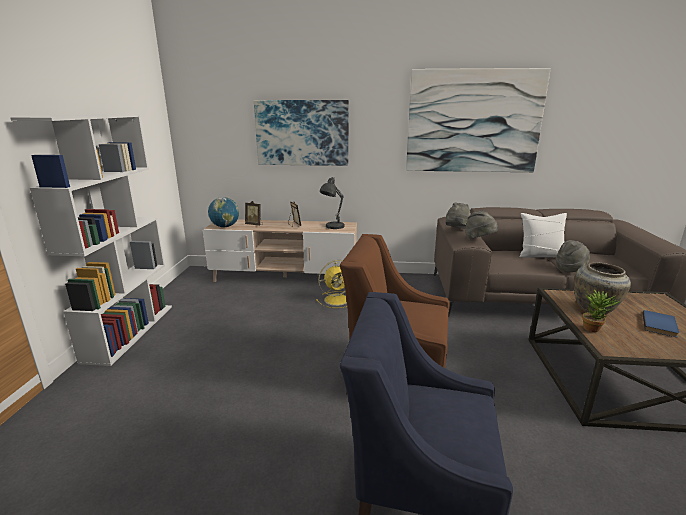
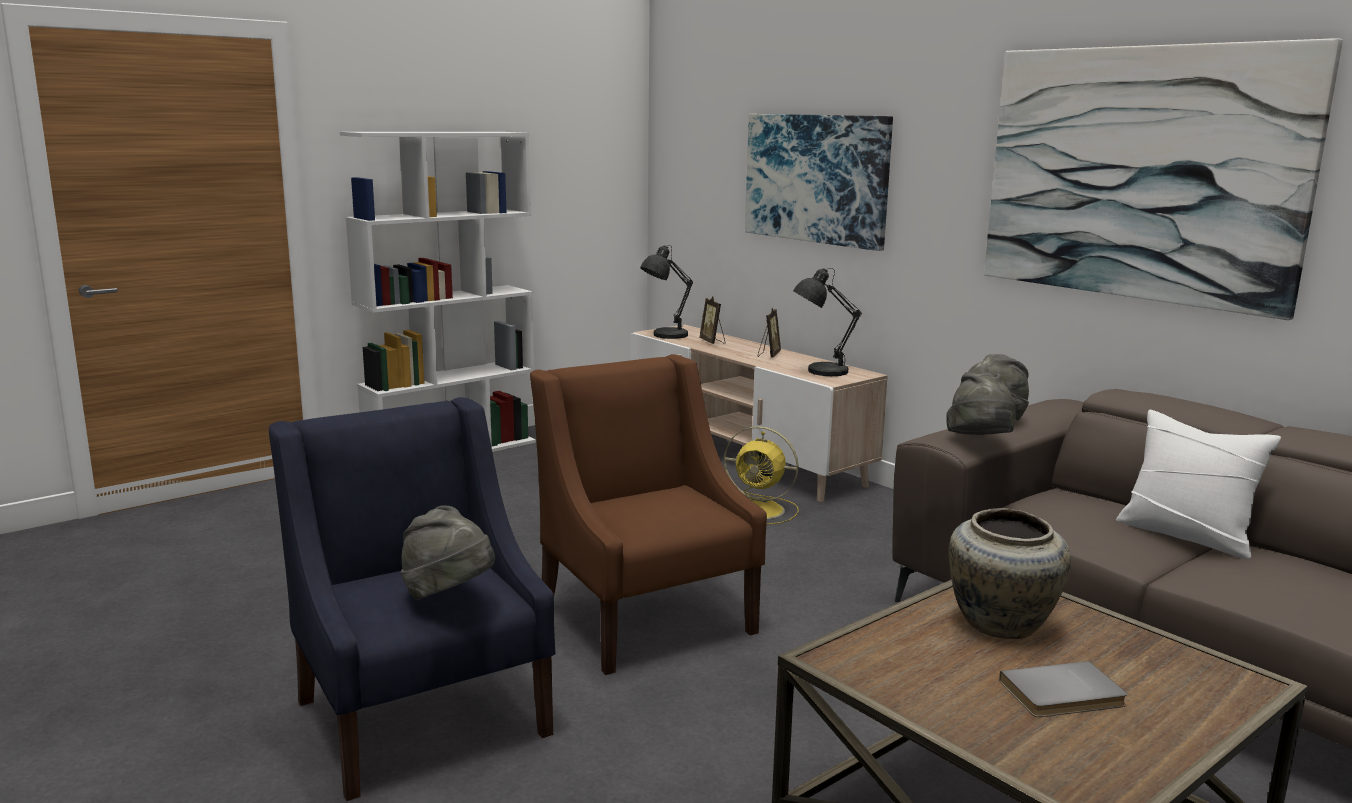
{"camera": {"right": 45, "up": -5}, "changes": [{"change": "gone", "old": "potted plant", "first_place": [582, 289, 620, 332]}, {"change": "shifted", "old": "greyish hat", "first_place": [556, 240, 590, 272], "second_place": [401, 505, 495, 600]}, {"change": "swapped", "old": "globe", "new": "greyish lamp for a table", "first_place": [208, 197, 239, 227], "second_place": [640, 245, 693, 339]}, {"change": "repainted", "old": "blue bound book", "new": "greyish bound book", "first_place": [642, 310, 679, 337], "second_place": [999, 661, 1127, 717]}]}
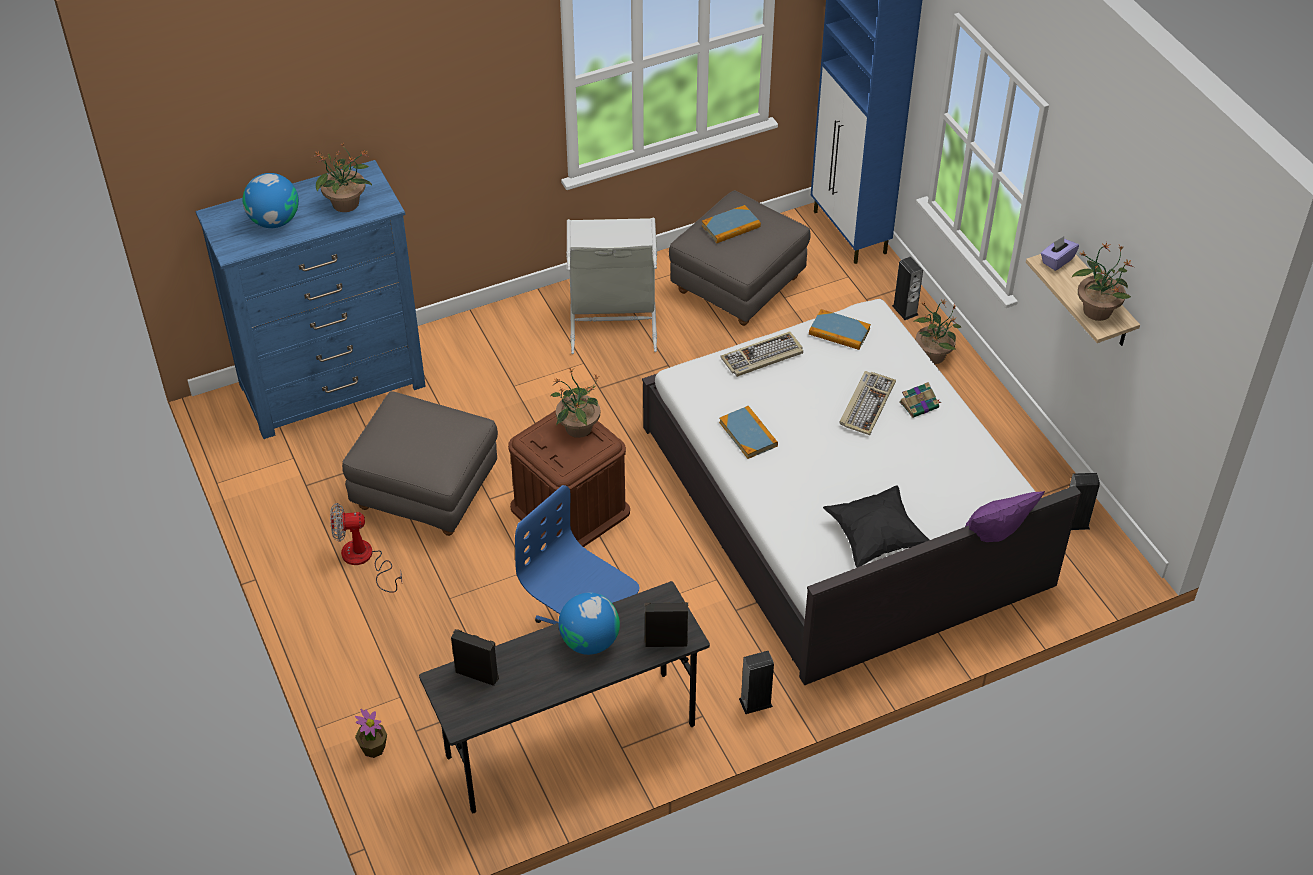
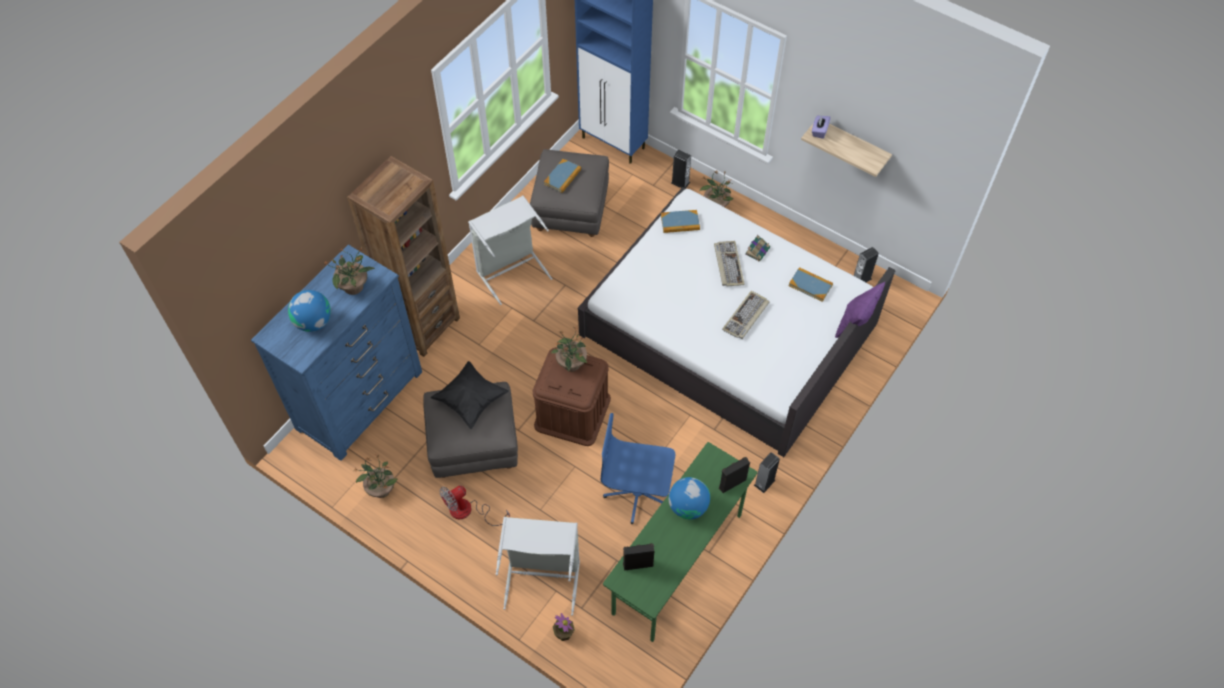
{"camera": {"right": -30, "up": 10}, "changes": [{"change": "new", "new": "brown-coloured bookcase", "second_place": [347, 156, 460, 357]}, {"change": "new", "new": "greyish laundry basket", "second_place": [496, 517, 580, 616]}, {"change": "shifted", "old": "bound book", "first_place": [719, 406, 778, 459], "second_place": [789, 267, 833, 302]}, {"change": "shifted", "old": "PC keyboard", "first_place": [720, 332, 803, 377], "second_place": [722, 291, 770, 339]}, {"change": "shifted", "old": "black-coloured cushion", "first_place": [823, 485, 929, 568], "second_place": [431, 361, 509, 429]}, {"change": "shifted", "old": "potted plant", "first_place": [1071, 242, 1133, 321], "second_place": [353, 455, 397, 498]}, {"change": "repainted", "old": "greyish desk", "new": "greenish desk", "first_place": [419, 581, 710, 813], "second_place": [603, 442, 757, 642]}]}
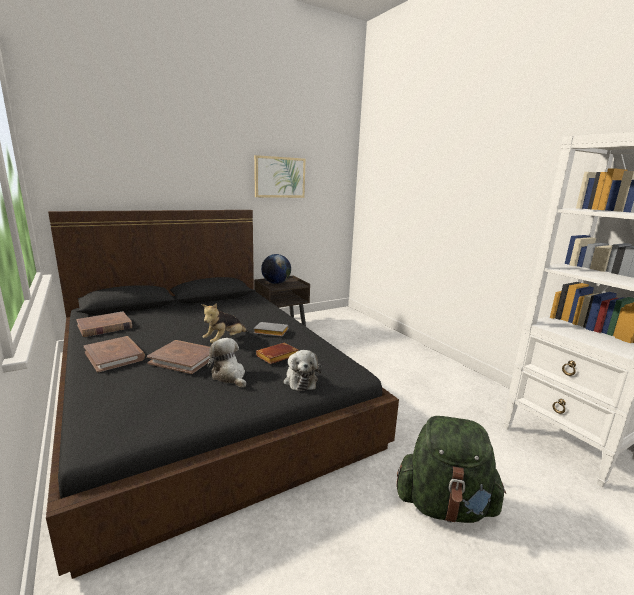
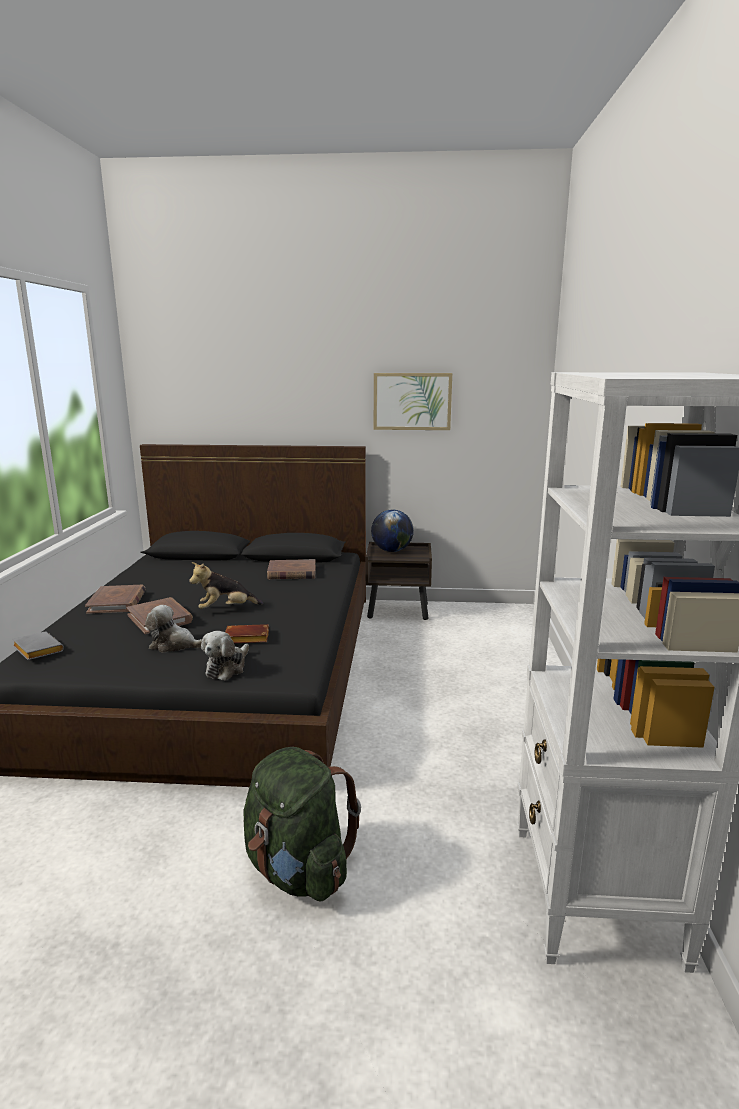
{"camera": {"right": 35, "up": 0}, "changes": [{"change": "shifted", "old": "brown-coloured bound book", "first_place": [76, 312, 132, 337], "second_place": [267, 559, 316, 580]}, {"change": "shifted", "old": "greyish bound book", "first_place": [254, 322, 289, 337], "second_place": [12, 631, 64, 660]}, {"change": "rotated", "old": "plush toy", "first_place": [208, 338, 246, 388], "second_place": [145, 605, 202, 653], "degrees": -75}]}
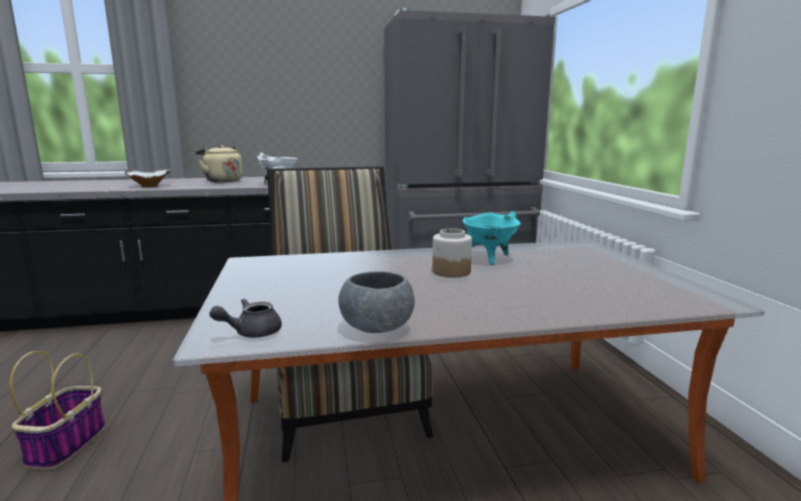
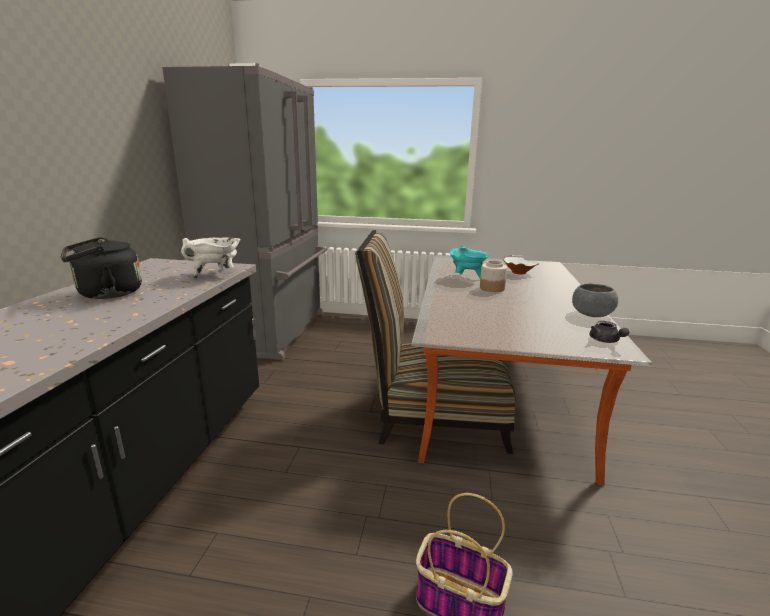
{"camera": {"right": -70, "up": 5}, "changes": [{"change": "shifted", "old": "white-coloured serving bowl", "first_place": [125, 169, 170, 187], "second_place": [503, 255, 538, 275]}, {"change": "repainted", "old": "sand-coloured water kettle", "new": "black-coloured water kettle", "first_place": [196, 145, 243, 182], "second_place": [61, 237, 142, 299]}]}
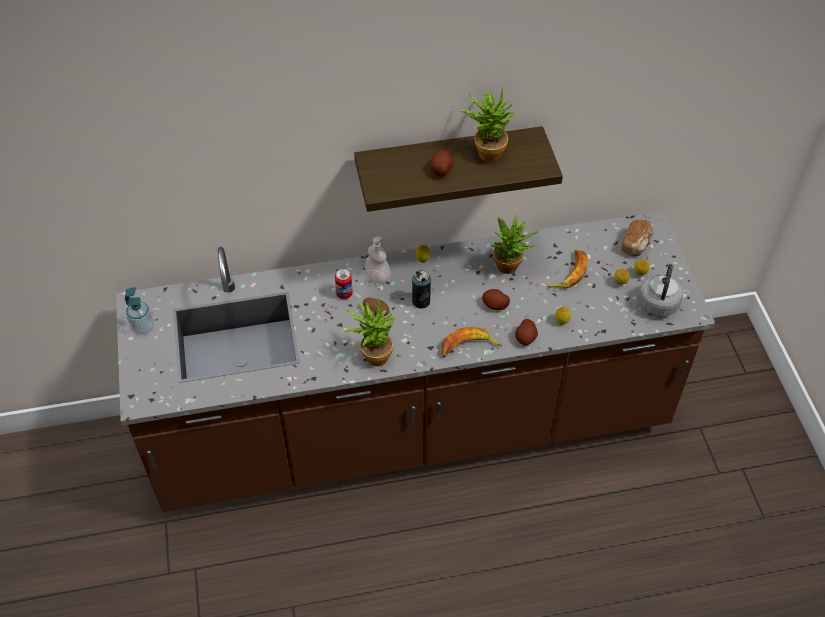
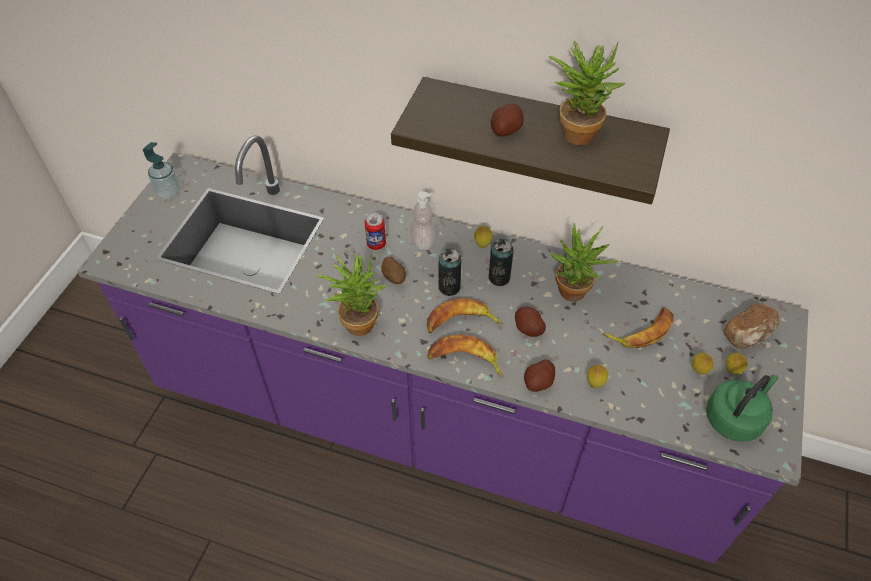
{"camera": {"right": 30, "up": 0}, "changes": [{"change": "new", "new": "whole banana", "second_place": [427, 298, 503, 333]}, {"change": "new", "new": "metal can", "second_place": [489, 239, 514, 286]}, {"change": "repainted", "old": "brown-coloured counter", "new": "purplish counter", "first_place": [116, 211, 716, 512], "second_place": [77, 135, 808, 563]}, {"change": "repainted", "old": "greyish water kettle", "new": "greenish water kettle", "first_place": [638, 263, 683, 317], "second_place": [706, 375, 778, 442]}]}
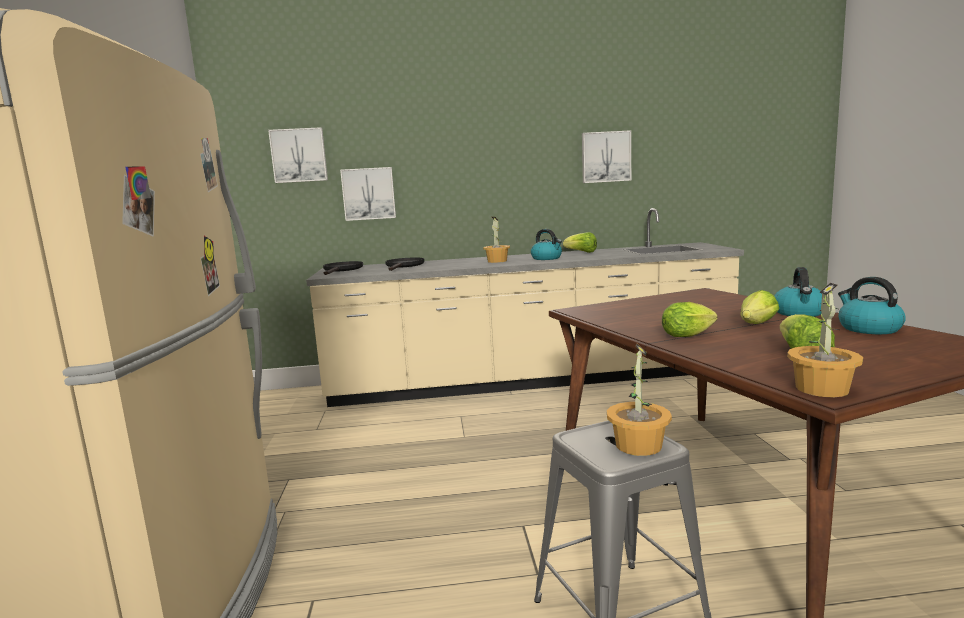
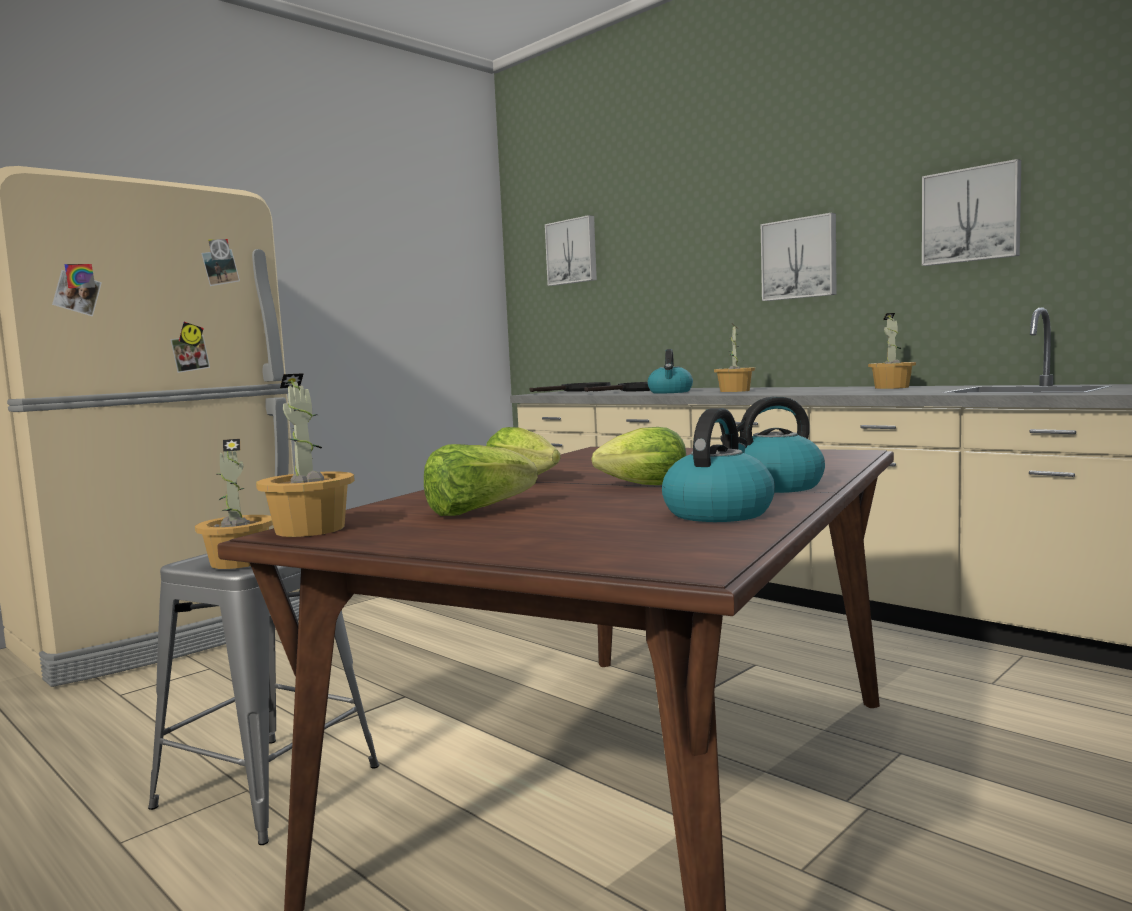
{"camera": {"right": 50, "up": -5}, "changes": [{"change": "shifted", "old": "wall picture", "first_place": [340, 167, 396, 221], "second_place": [761, 213, 837, 301]}, {"change": "shifted", "old": "water kettle", "first_place": [531, 229, 562, 260], "second_place": [647, 349, 693, 394]}, {"change": "swapped", "old": "head of lettuce", "new": "potted plant", "first_place": [563, 232, 597, 253], "second_place": [868, 313, 916, 389]}]}
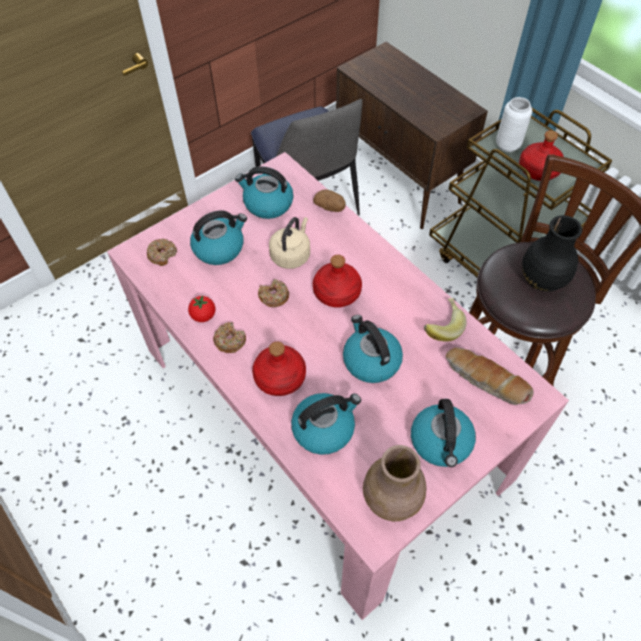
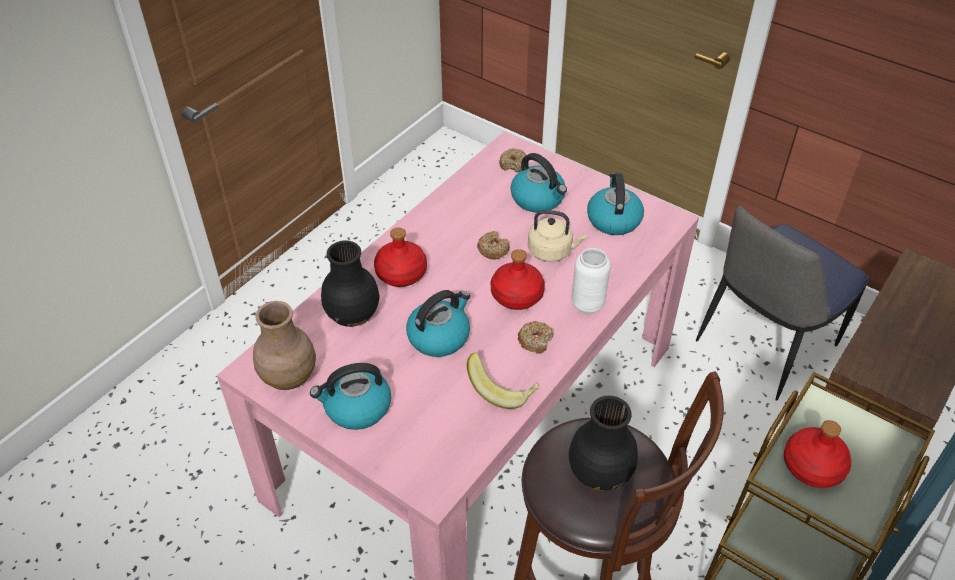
{"camera": {"right": 75, "up": -10}, "changes": [{"change": "gone", "old": "whole tomato", "first_place": [188, 295, 216, 322]}, {"change": "gone", "old": "potato", "first_place": [313, 189, 346, 212]}, {"change": "gone", "old": "baked bread", "first_place": [446, 347, 534, 405]}, {"change": "shifted", "old": "doughnut", "first_place": [213, 322, 246, 353], "second_place": [518, 321, 554, 354]}, {"change": "shifted", "old": "white-coloured vase", "first_place": [496, 97, 532, 152], "second_place": [571, 248, 611, 314]}, {"change": "swapped", "old": "water kettle", "new": "black-coloured vase", "first_place": [291, 393, 361, 455], "second_place": [321, 241, 379, 327]}]}
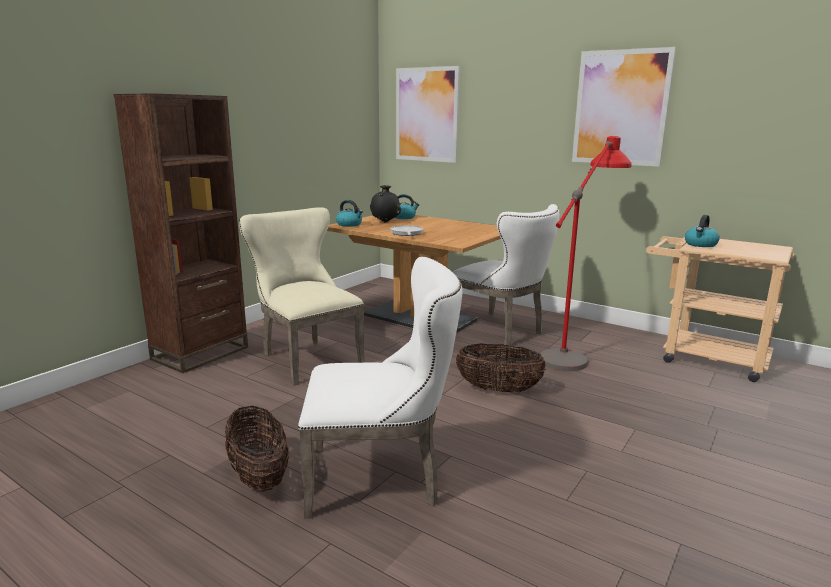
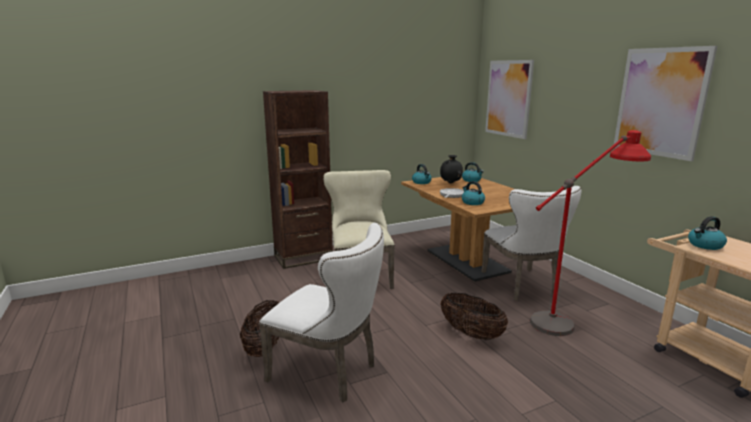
{"camera": {"right": 30, "up": 0}, "changes": [{"change": "new", "new": "water kettle", "second_place": [462, 181, 485, 205]}]}
